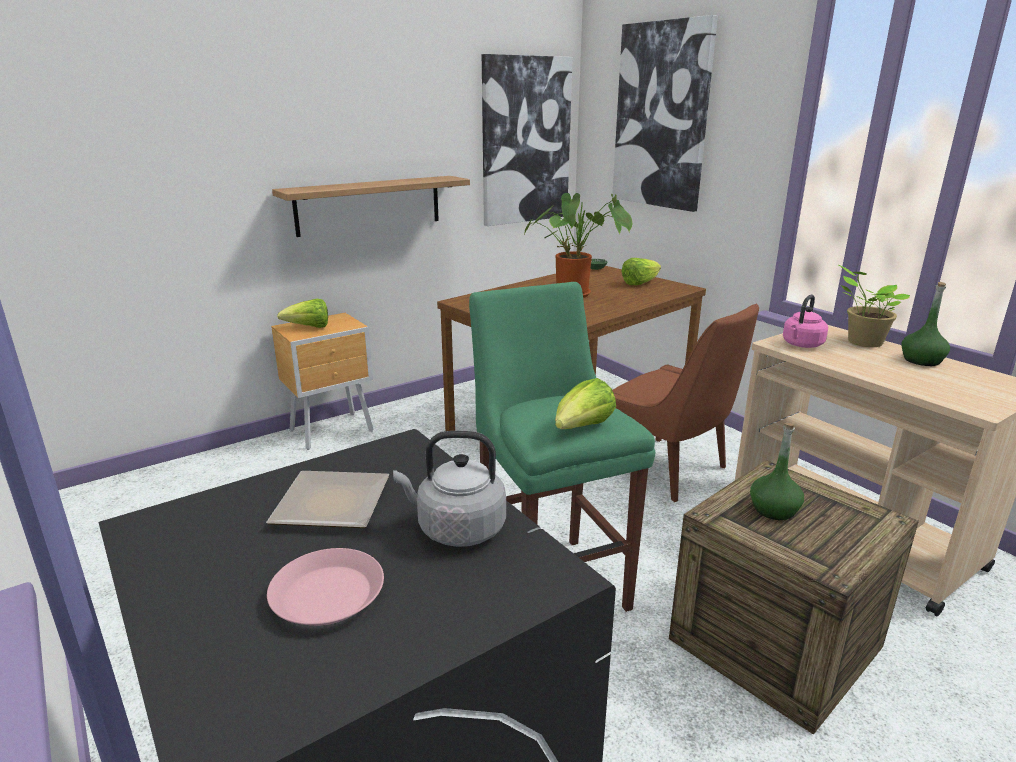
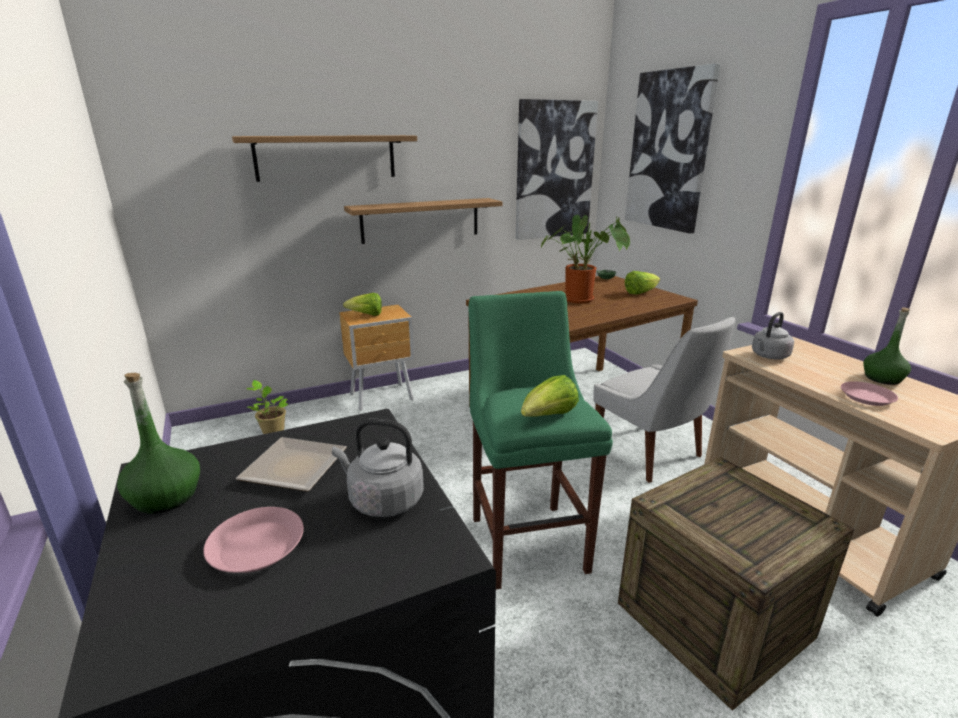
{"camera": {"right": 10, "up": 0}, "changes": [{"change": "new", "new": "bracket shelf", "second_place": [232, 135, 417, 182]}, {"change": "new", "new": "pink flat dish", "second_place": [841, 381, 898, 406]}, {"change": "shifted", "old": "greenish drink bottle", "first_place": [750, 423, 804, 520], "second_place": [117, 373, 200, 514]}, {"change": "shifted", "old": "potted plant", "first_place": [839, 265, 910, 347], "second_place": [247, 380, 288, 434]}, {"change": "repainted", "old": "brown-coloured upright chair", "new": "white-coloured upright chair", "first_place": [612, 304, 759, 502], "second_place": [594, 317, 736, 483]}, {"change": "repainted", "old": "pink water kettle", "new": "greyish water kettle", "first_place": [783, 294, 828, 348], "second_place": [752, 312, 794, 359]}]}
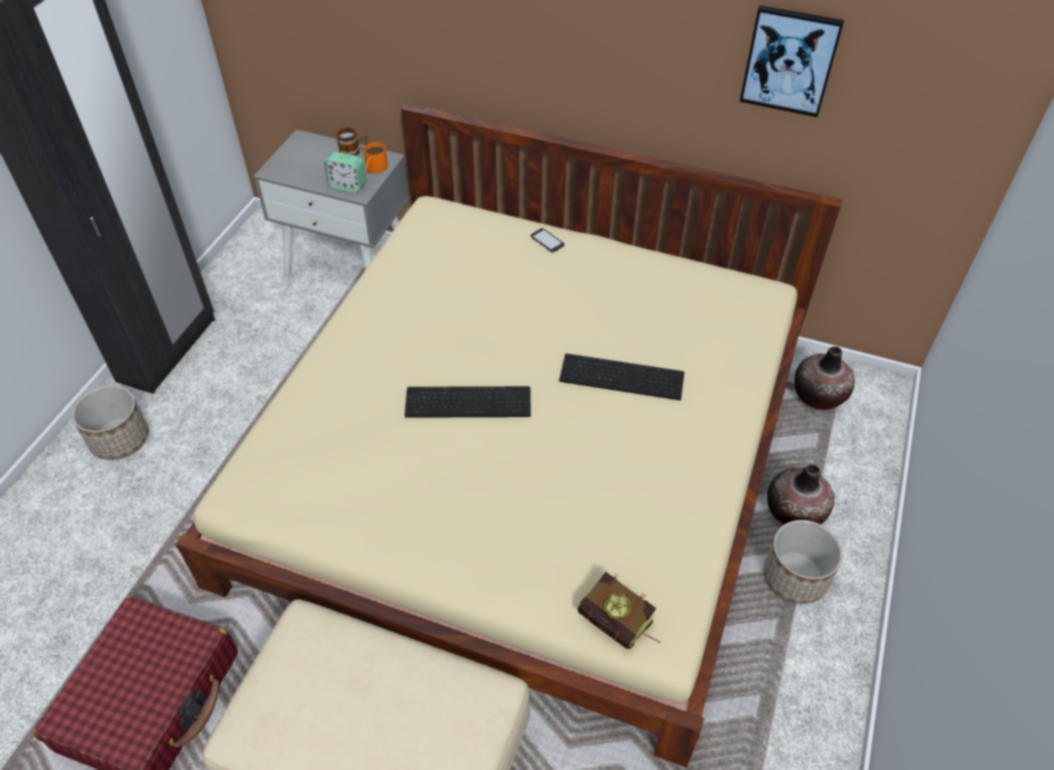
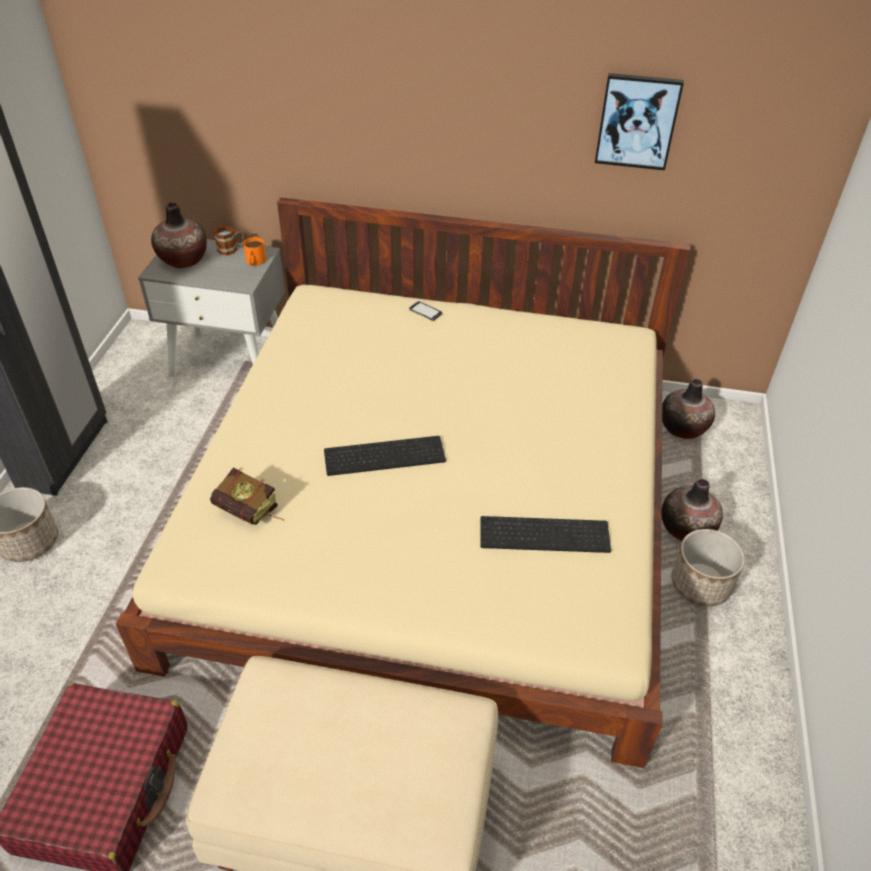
{"camera": {"right": -10, "up": -5}, "changes": [{"change": "gone", "old": "table clock", "first_place": [324, 152, 366, 193]}, {"change": "new", "new": "vase", "second_place": [151, 202, 207, 268]}, {"change": "shifted", "old": "PC keyboard", "first_place": [559, 354, 684, 400], "second_place": [480, 516, 611, 553]}, {"change": "shifted", "old": "bound book", "first_place": [578, 572, 661, 649], "second_place": [210, 467, 285, 525]}]}
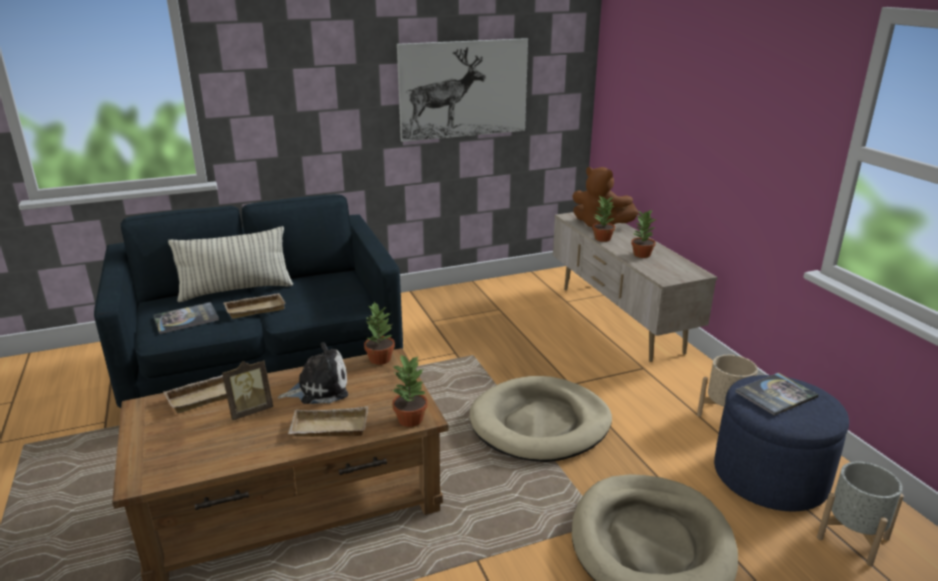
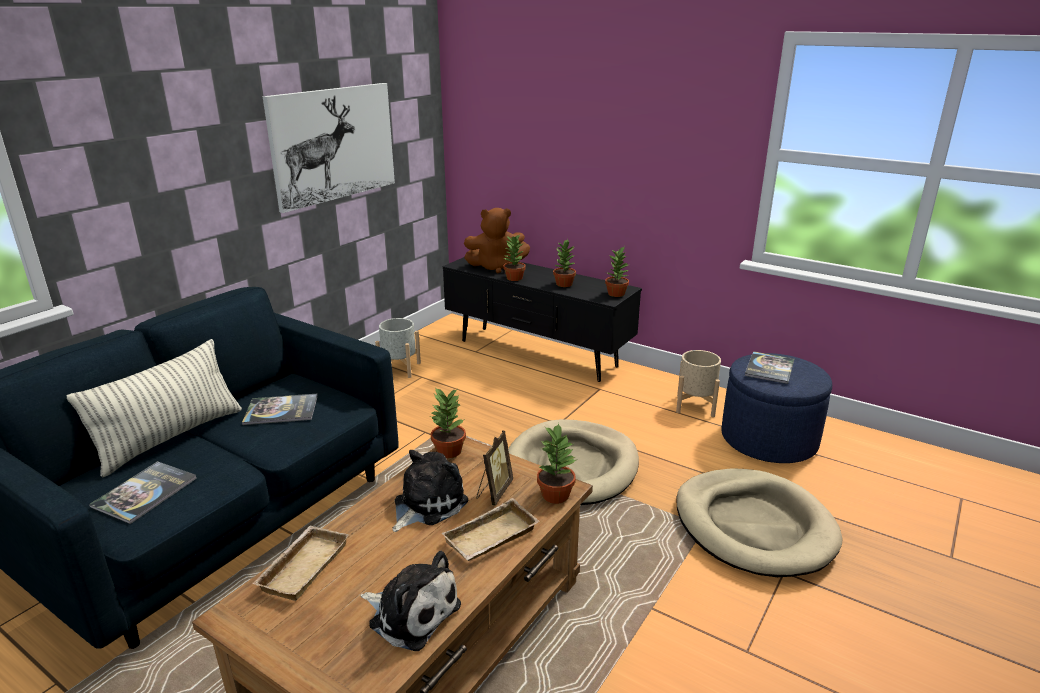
{"camera": {"right": -35, "up": 0}, "changes": [{"change": "gone", "old": "sand-coloured tray", "first_place": [223, 293, 286, 319]}, {"change": "new", "new": "bound book", "second_place": [242, 394, 318, 425]}, {"change": "new", "new": "plush toy", "second_place": [360, 551, 461, 651]}, {"change": "new", "new": "potted plant", "second_place": [605, 247, 629, 297]}, {"change": "shifted", "old": "picture frame", "first_place": [222, 361, 273, 420], "second_place": [476, 431, 513, 506]}, {"change": "shifted", "old": "greyish plant pot", "first_place": [817, 462, 904, 566], "second_place": [375, 318, 421, 378]}, {"change": "repainted", "old": "sand-coloured tv unit", "new": "black-coloured tv unit", "first_place": [553, 212, 718, 362], "second_place": [443, 257, 642, 382]}]}
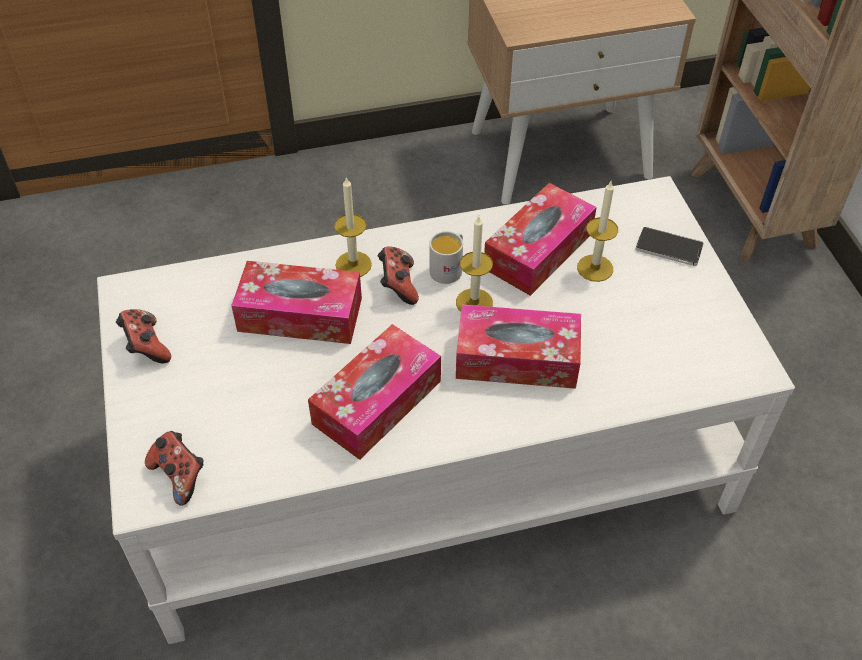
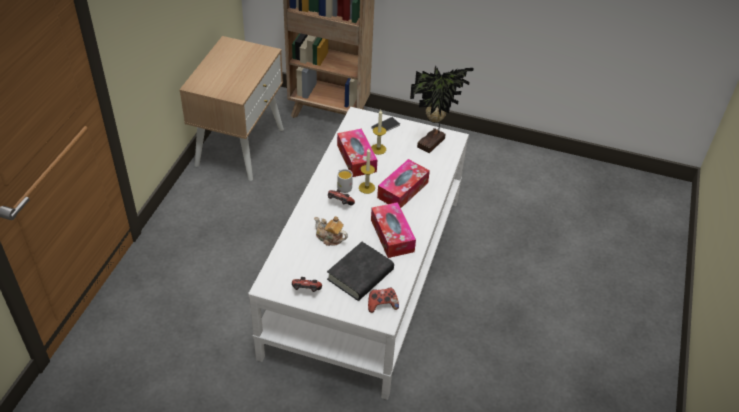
{"camera": {"right": -60, "up": -5}, "changes": [{"change": "gone", "old": "candle", "first_place": [334, 176, 372, 277]}, {"change": "new", "new": "black-coloured bound book", "second_place": [327, 242, 394, 301]}, {"change": "new", "new": "potted plant", "second_place": [410, 66, 474, 153]}, {"change": "swapped", "old": "box of tissues", "new": "tea pot", "first_place": [231, 261, 362, 344], "second_place": [314, 216, 348, 246]}]}
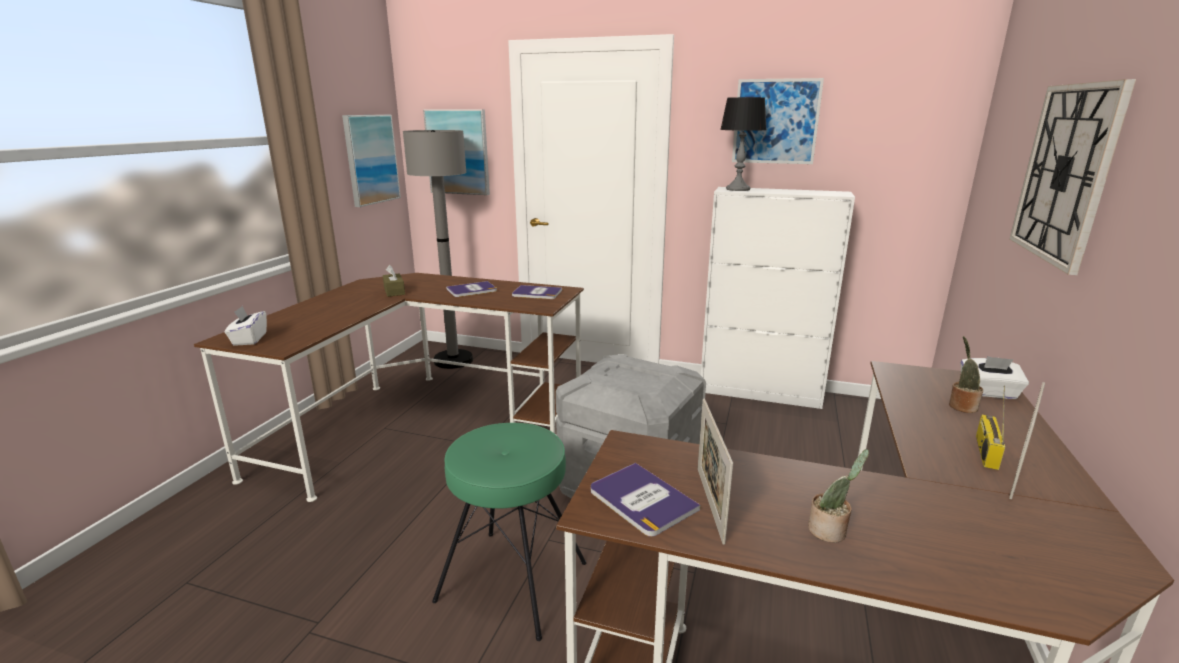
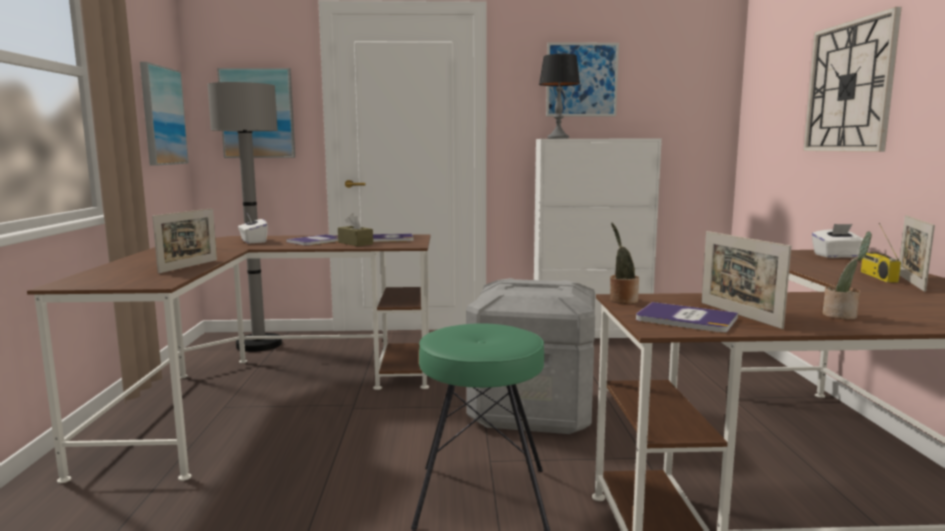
{"camera": {"right": -20, "up": -10}, "changes": [{"change": "new", "new": "picture frame", "second_place": [152, 208, 217, 273]}, {"change": "shifted", "old": "white-coloured box of tissues", "first_place": [225, 306, 267, 346], "second_place": [238, 214, 268, 244]}, {"change": "shifted", "old": "brown-coloured box of tissues", "first_place": [383, 265, 405, 297], "second_place": [338, 213, 373, 246]}, {"change": "shifted", "old": "potted plant", "first_place": [949, 336, 983, 413], "second_place": [610, 223, 639, 304]}]}
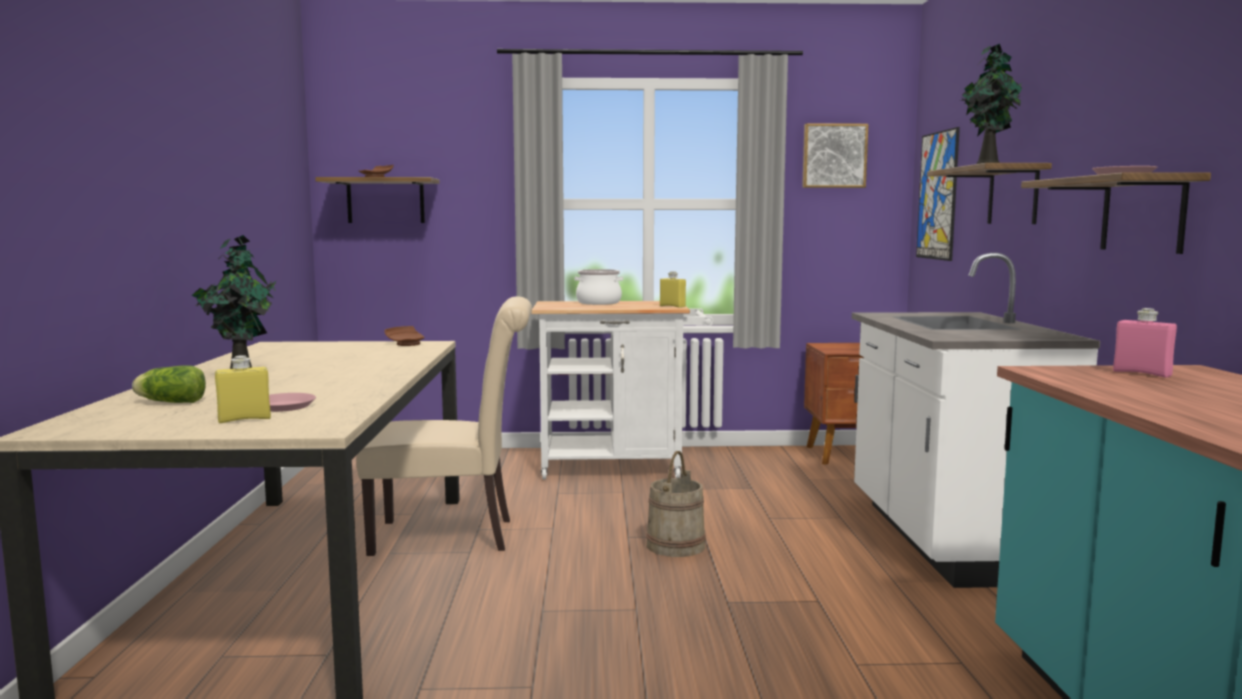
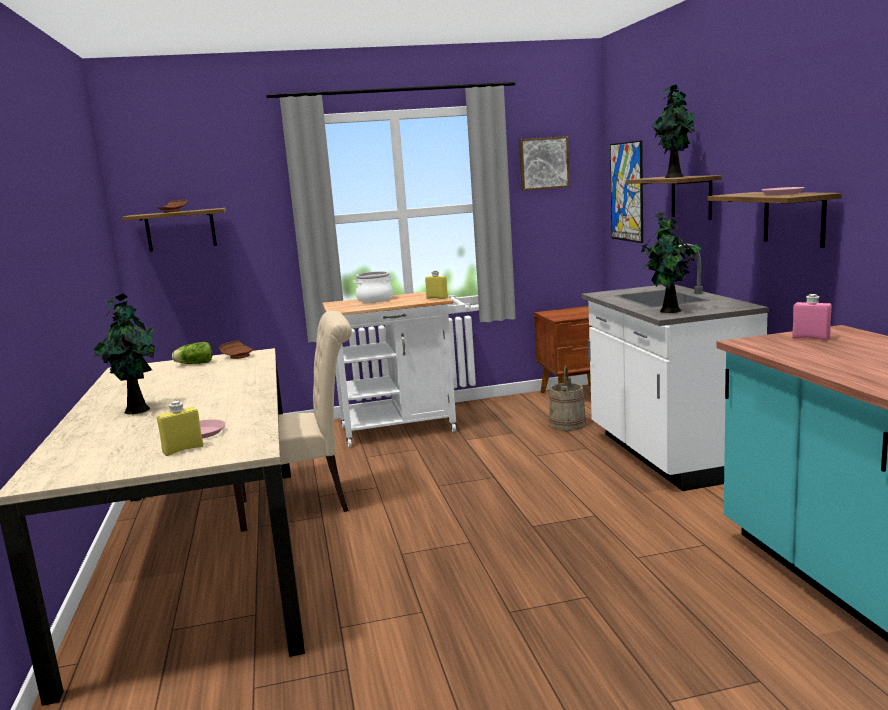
{"camera": {"right": -10, "up": 5}, "changes": [{"change": "new", "new": "potted plant", "second_place": [641, 211, 701, 313]}, {"change": "shifted", "old": "head of lettuce", "first_place": [132, 365, 206, 403], "second_place": [172, 342, 212, 364]}, {"change": "shifted", "old": "sand-coloured pail", "first_place": [646, 451, 706, 557], "second_place": [548, 366, 586, 431]}]}
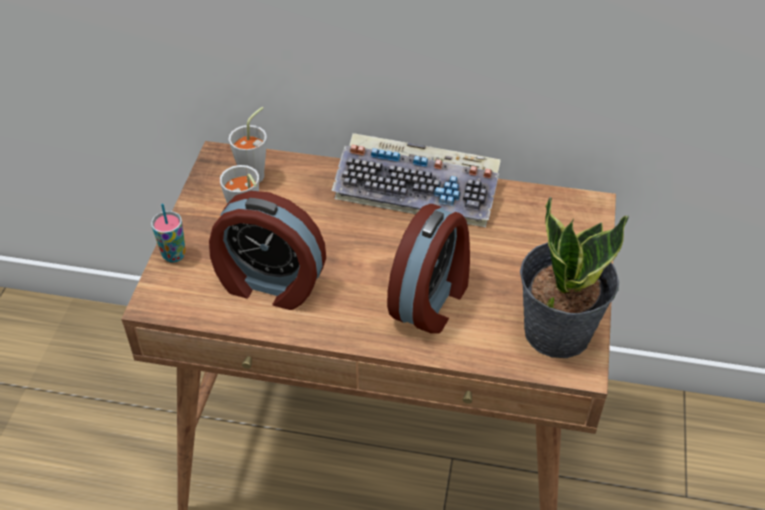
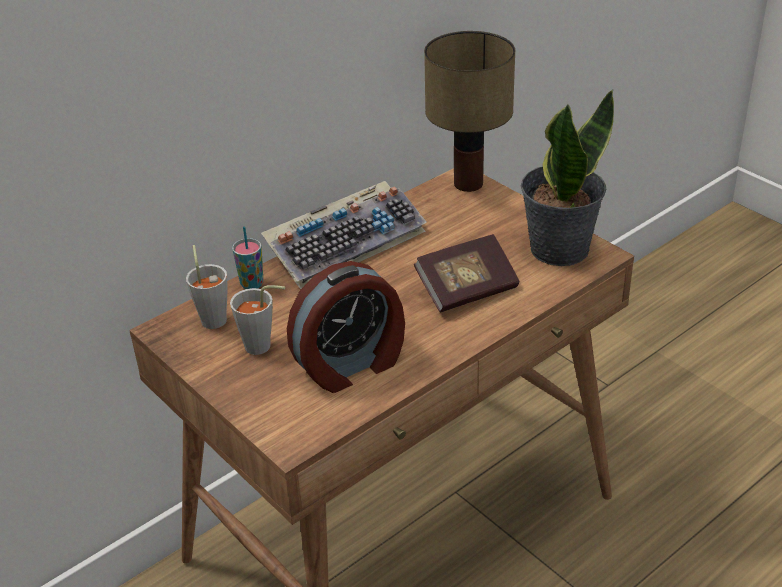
{"camera": {"right": -50, "up": -10}, "changes": [{"change": "new", "new": "lamp for a table", "second_place": [424, 31, 515, 192]}, {"change": "shifted", "old": "cup", "first_place": [151, 203, 186, 262], "second_place": [232, 226, 263, 289]}, {"change": "swapped", "old": "table clock", "new": "bound book", "first_place": [387, 204, 470, 334], "second_place": [414, 234, 519, 312]}]}
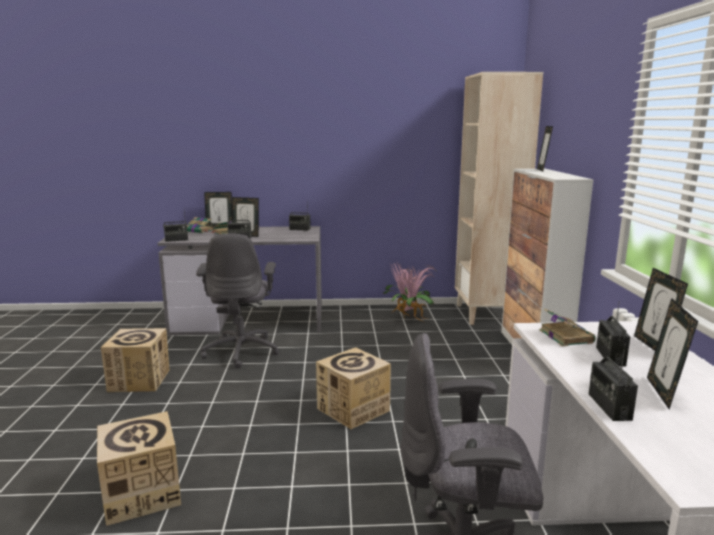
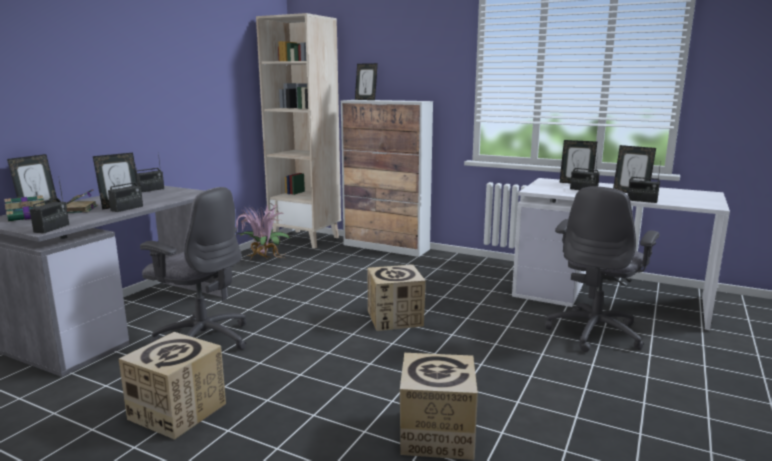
{"camera": {"right": -60, "up": 0}, "changes": [{"change": "gone", "old": "bound book", "first_place": [539, 309, 596, 346]}]}
